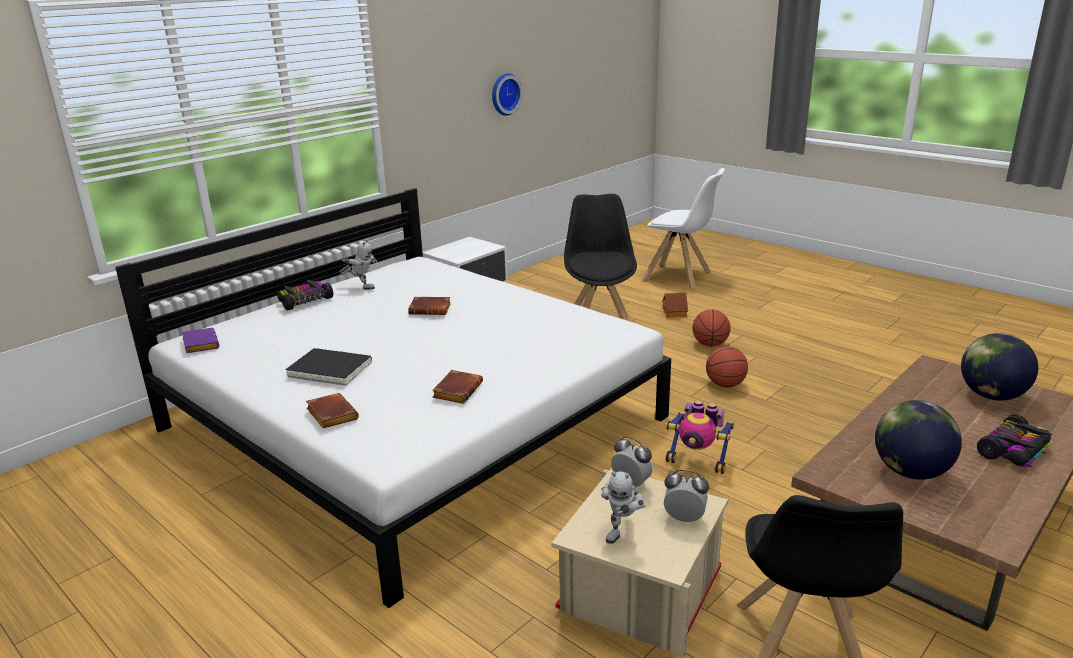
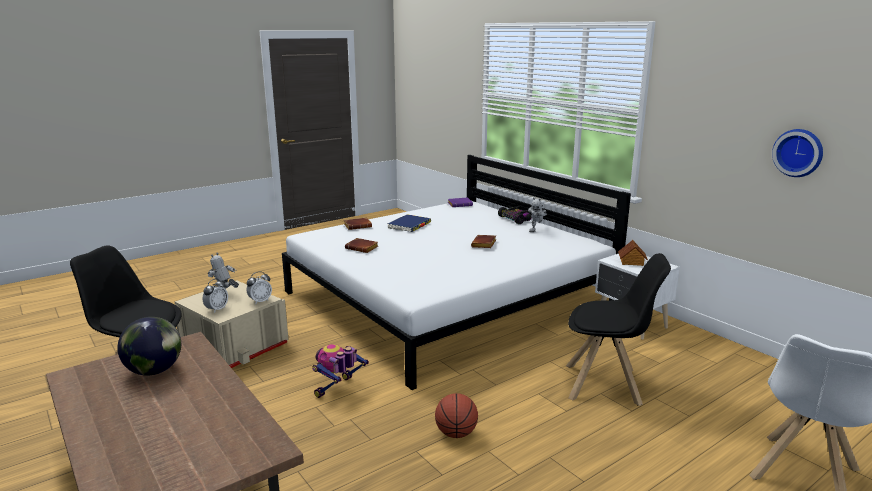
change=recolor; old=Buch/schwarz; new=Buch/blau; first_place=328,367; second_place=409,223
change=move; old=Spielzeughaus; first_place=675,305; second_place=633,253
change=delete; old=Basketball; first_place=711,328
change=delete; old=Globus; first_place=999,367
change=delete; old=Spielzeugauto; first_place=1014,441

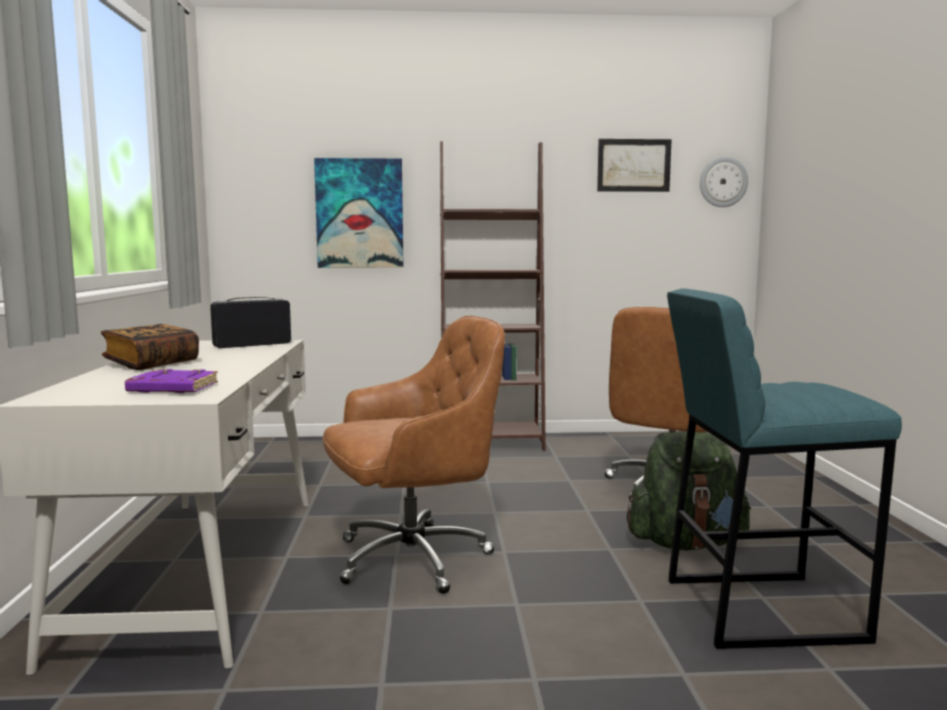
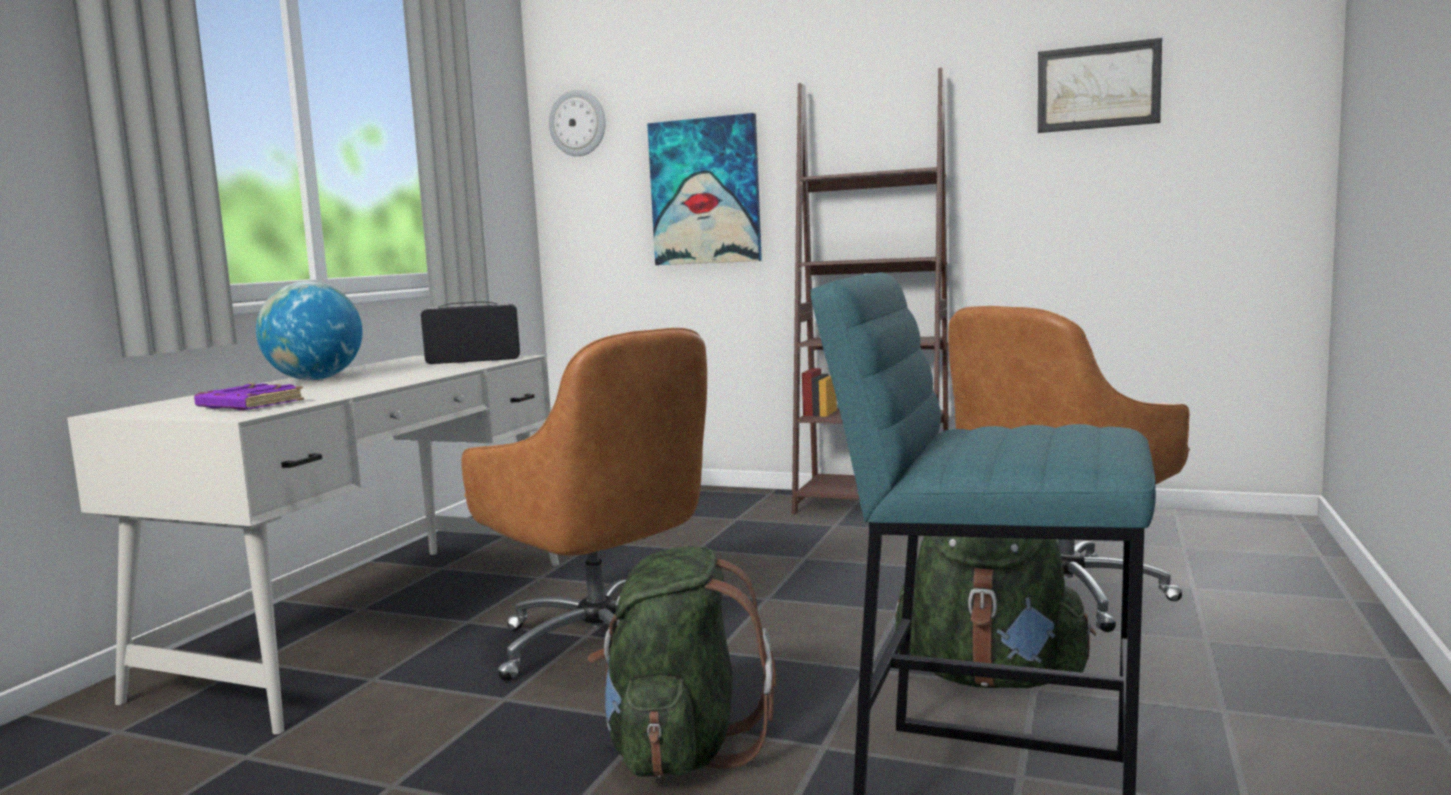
change=replace; old=Buch; new=Globus; first_place=150,347; second_place=309,330
change=rotate; old=Bürostuhl/braun; first_place=414,455; second_place=584,504; degrees=45
change=move; old=Wanduhr; first_place=724,182; second_place=577,123
change=insert; new=Rucksack/grün; second_place=682,661

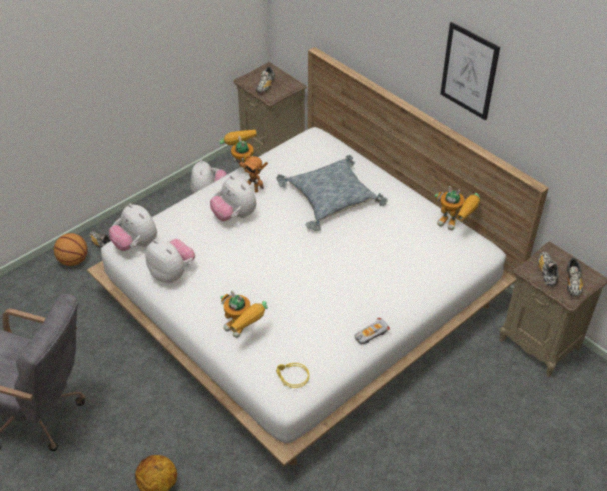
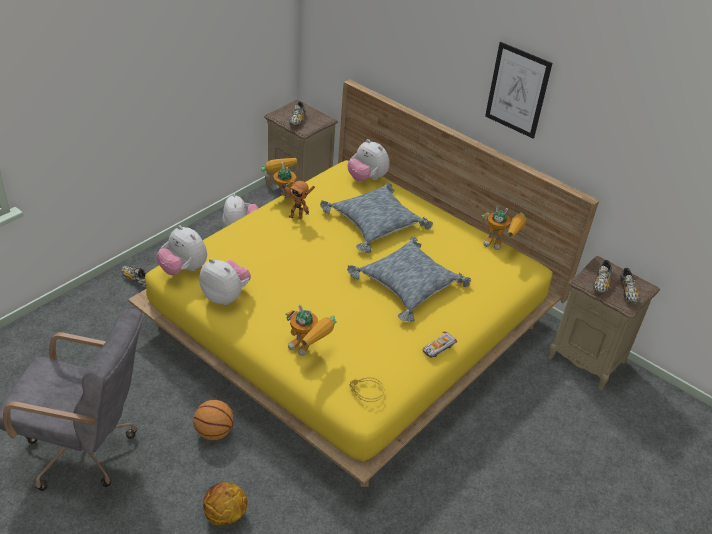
change=recolor; old=Bett/weiß; new=Bett/gelb; first_place=317,256; second_place=363,283
change=move; old=Basketball; first_place=71,249; second_place=213,420
change=move; old=Plüschtier; first_place=233,198; second_place=368,160
change=insert; new=Kissen; second_place=409,279
change=rotate; old=Schuh; first_place=548,269; second_place=602,276; degrees=-150

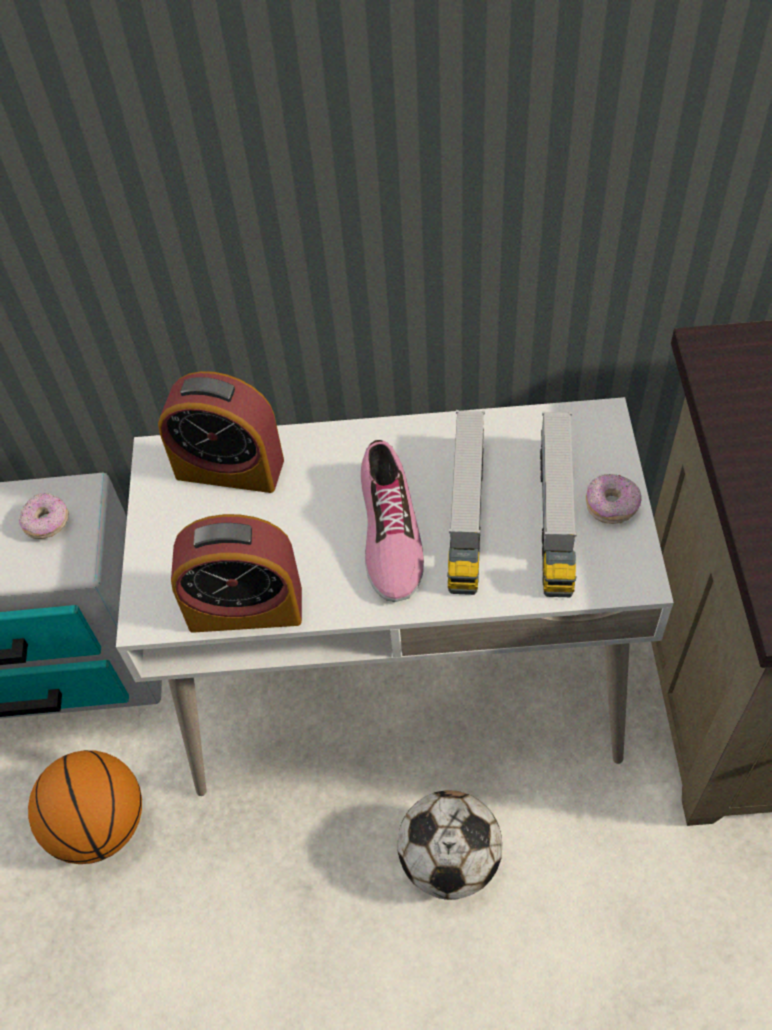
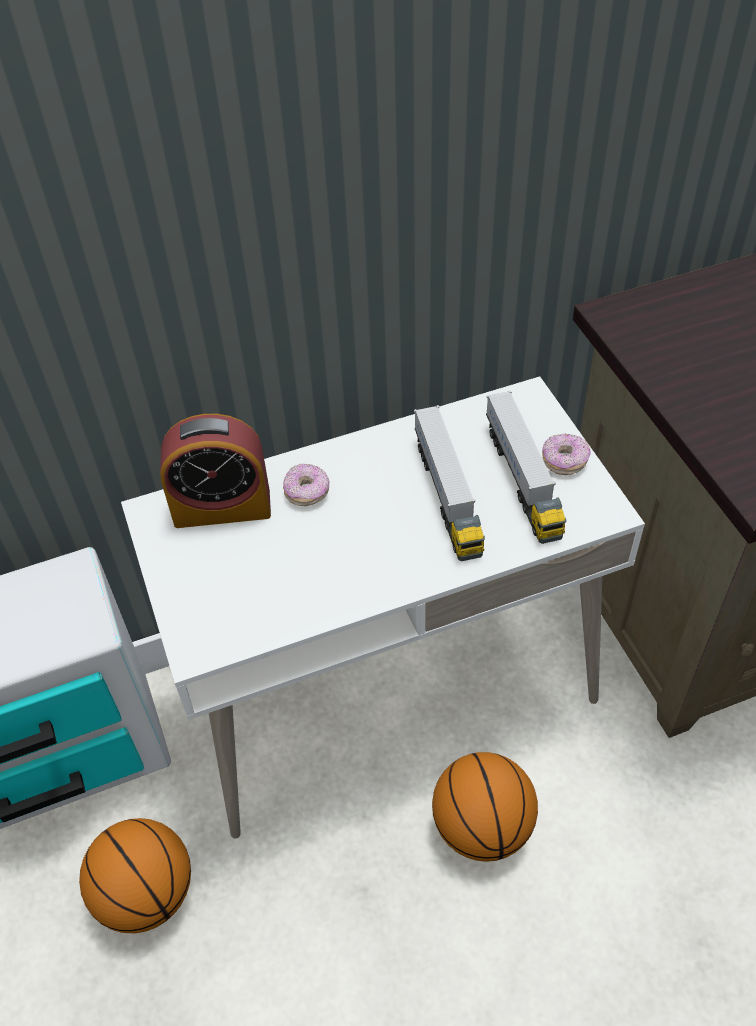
change=move; old=Donut; first_place=44,516; second_place=306,484
change=replace; old=Fußball; new=Basketball; first_place=450,845; second_place=485,807
change=delete; old=Wecker; first_place=236,573
change=delete; old=Schuh; first_place=392,521

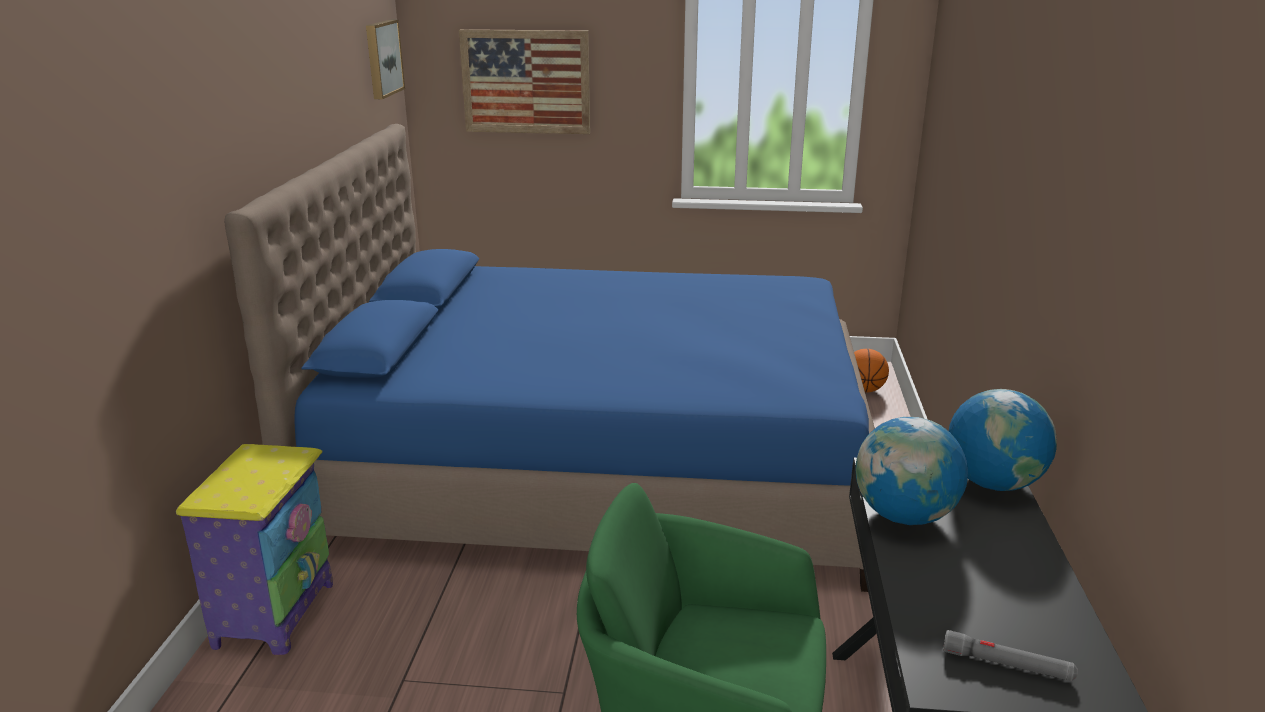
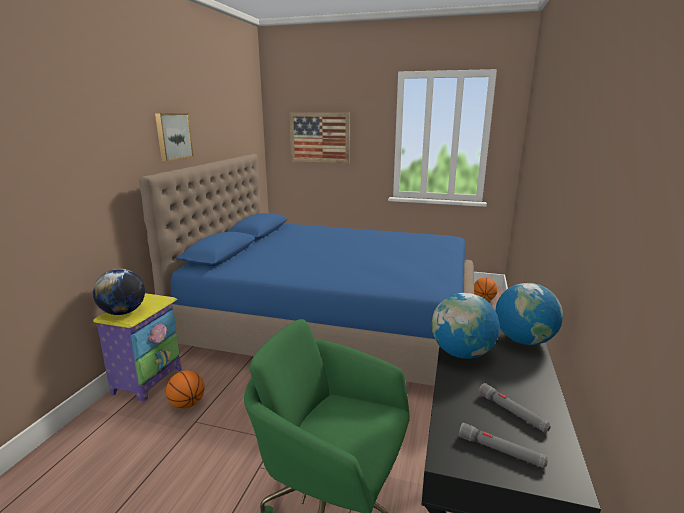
change=insert; new=Globus; second_place=119,292
change=move; old=Bild; first_place=385,59; second_place=174,137
change=insert; new=Basketball; second_place=185,390
change=insert; new=Taschenlampe/grau; second_place=515,407

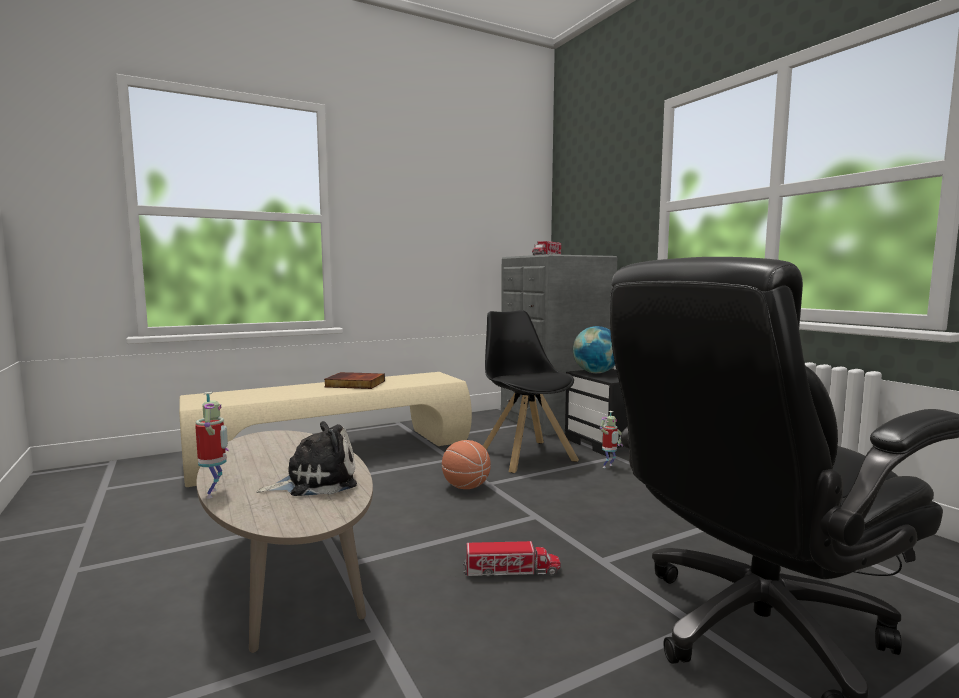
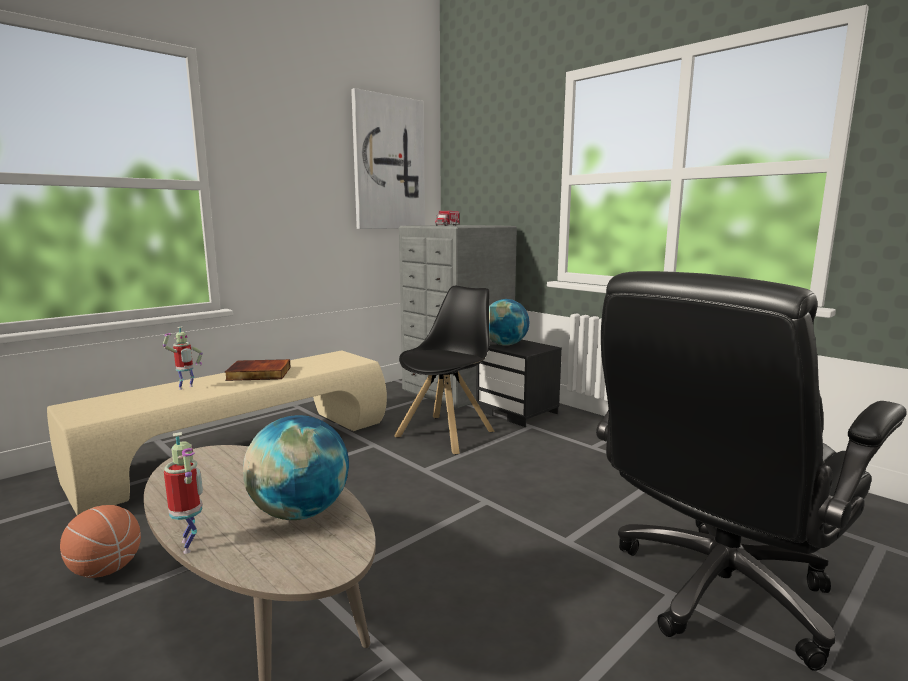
change=move; old=Basketball; first_place=466,464; second_place=100,541
change=move; old=Spielzeugroboter; first_place=611,439; second_place=183,358
change=replace; old=Plüschtier; new=Globus; first_place=306,458; second_place=296,467
change=insert; new=Bild; second_place=388,158
change=rotate; old=Stuhl/schwarz; first_place=531,391; second_place=444,370; degrees=75
change=delete; old=Spielzeuglaster; first_place=512,559

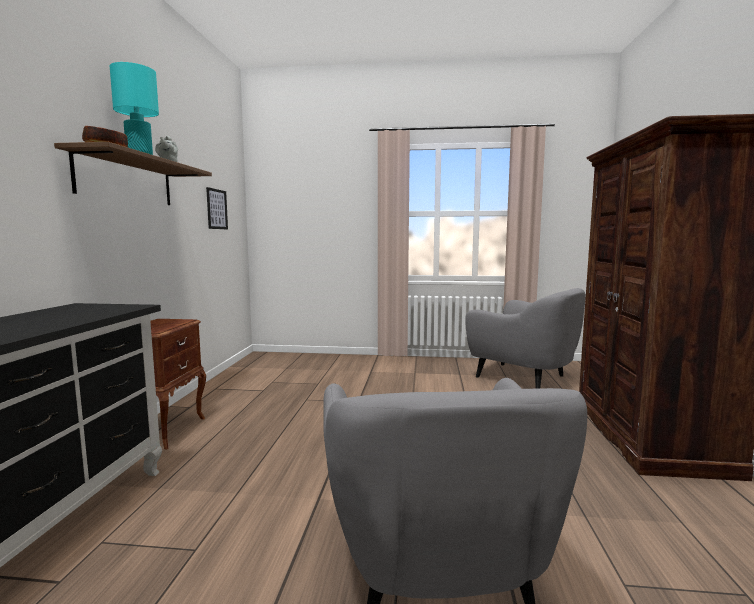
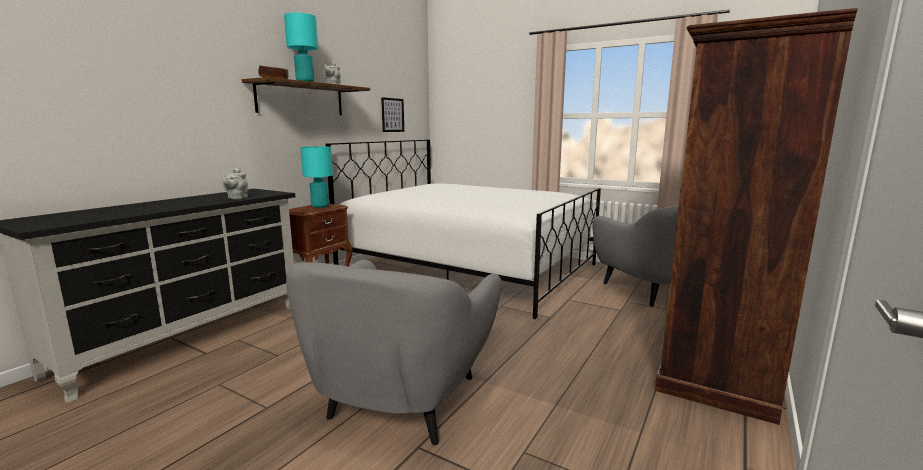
change=insert; new=Teekanne/grau; second_place=235,183
change=insert; new=Tischlampe/türkis; second_place=317,177
change=insert; new=Bett/weiß; second_place=463,229

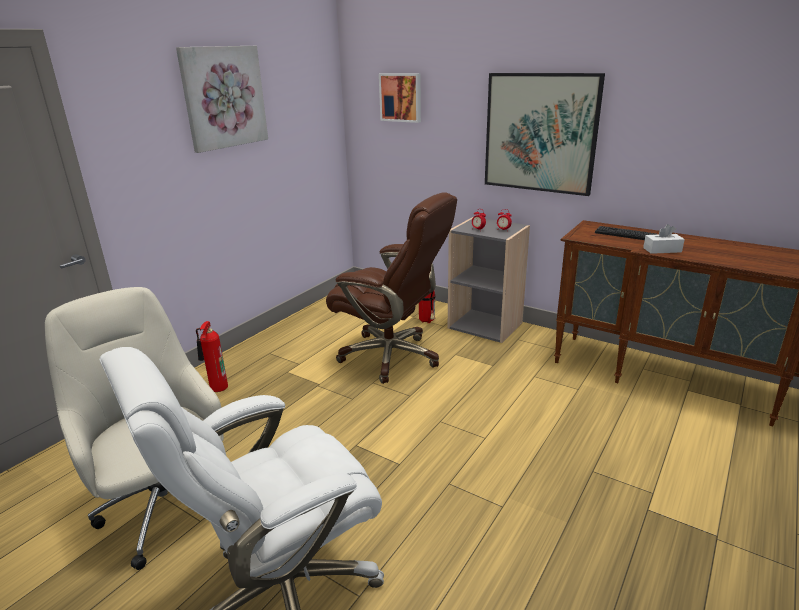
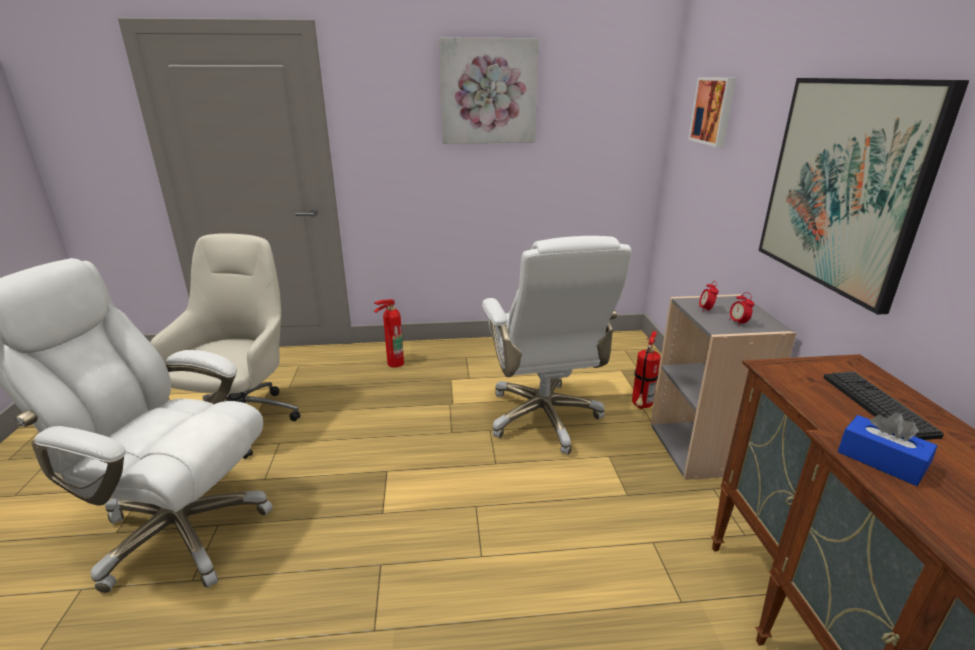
change=recolor; old=Bürostuhl/braun; new=Bürostuhl/weiß; first_place=391,288; second_place=557,345
change=recolor; old=Taschentuchbox/weiß; new=Taschentuchbox/blau; first_place=664,239; second_place=887,449

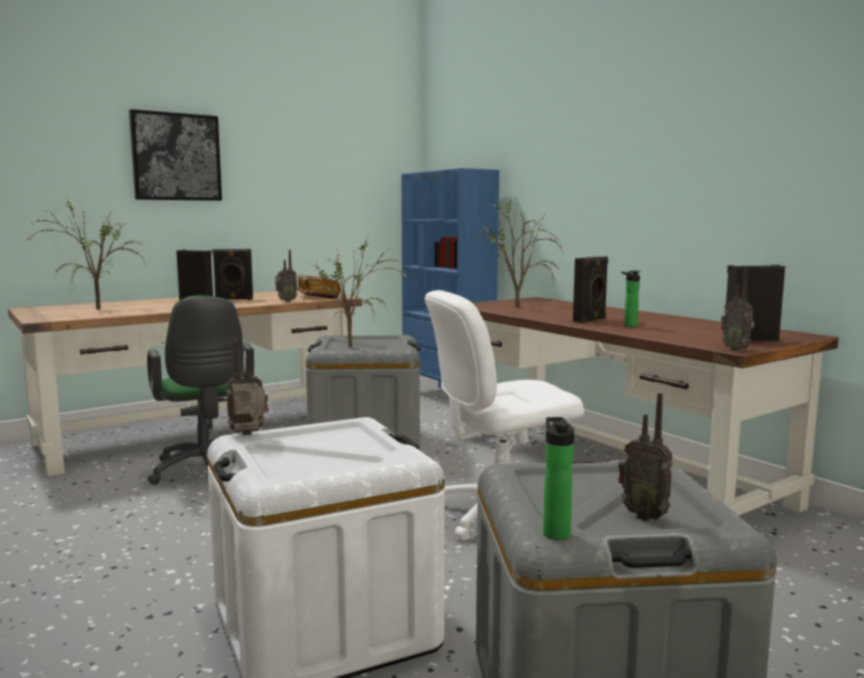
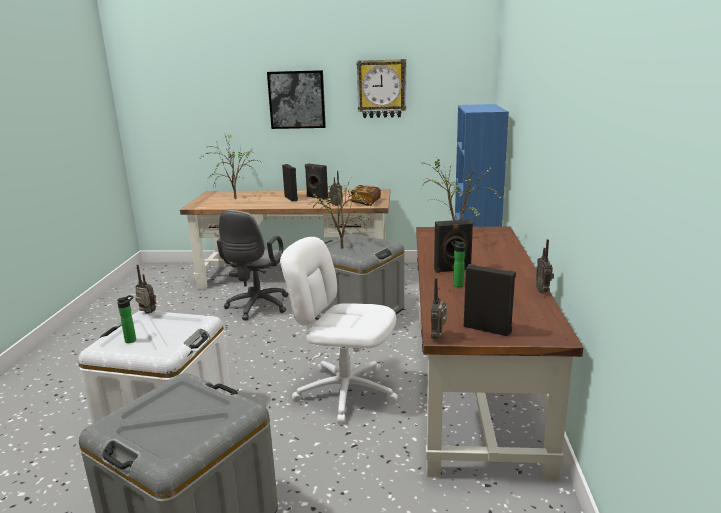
change=move; old=Flasche; first_place=558,478; second_place=126,319
change=recolor; old=Bürostuhl/grün; new=Bürostuhl/grau; first_place=200,390; second_place=252,265
change=insert; new=Wanduhr; second_place=381,88
change=move; old=Radio; first_place=645,457; second_place=545,266

